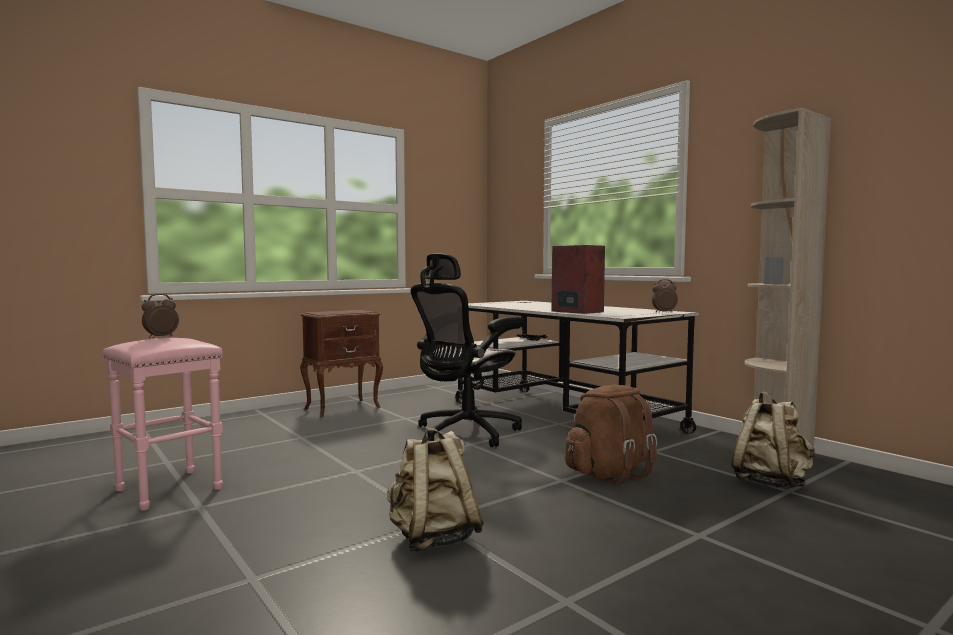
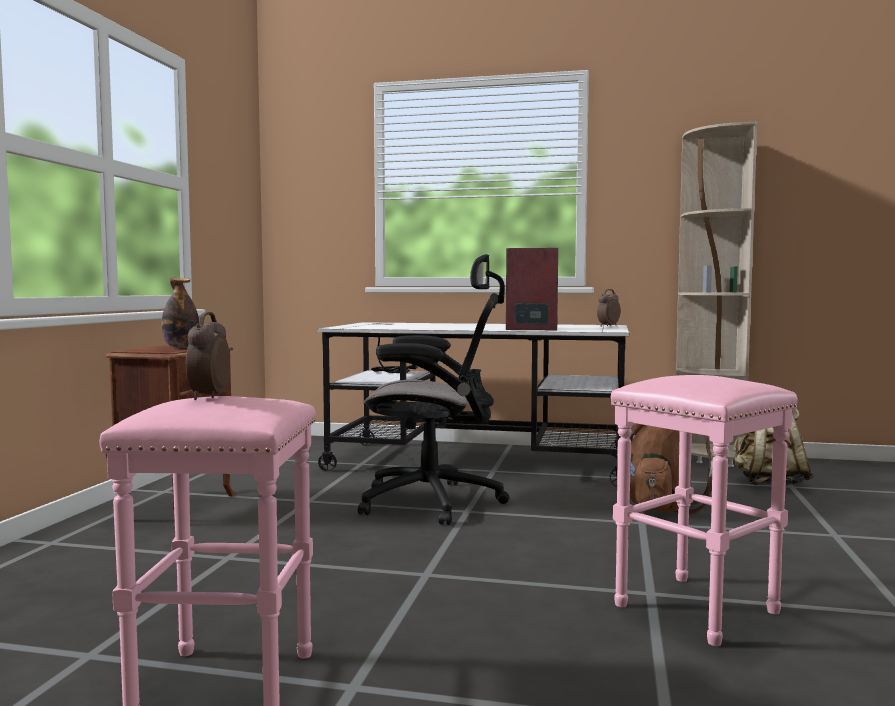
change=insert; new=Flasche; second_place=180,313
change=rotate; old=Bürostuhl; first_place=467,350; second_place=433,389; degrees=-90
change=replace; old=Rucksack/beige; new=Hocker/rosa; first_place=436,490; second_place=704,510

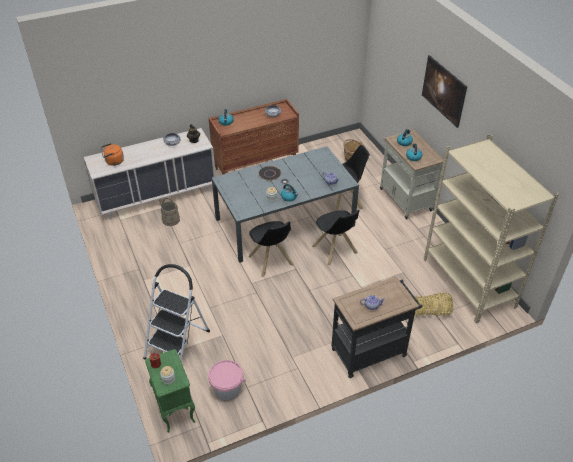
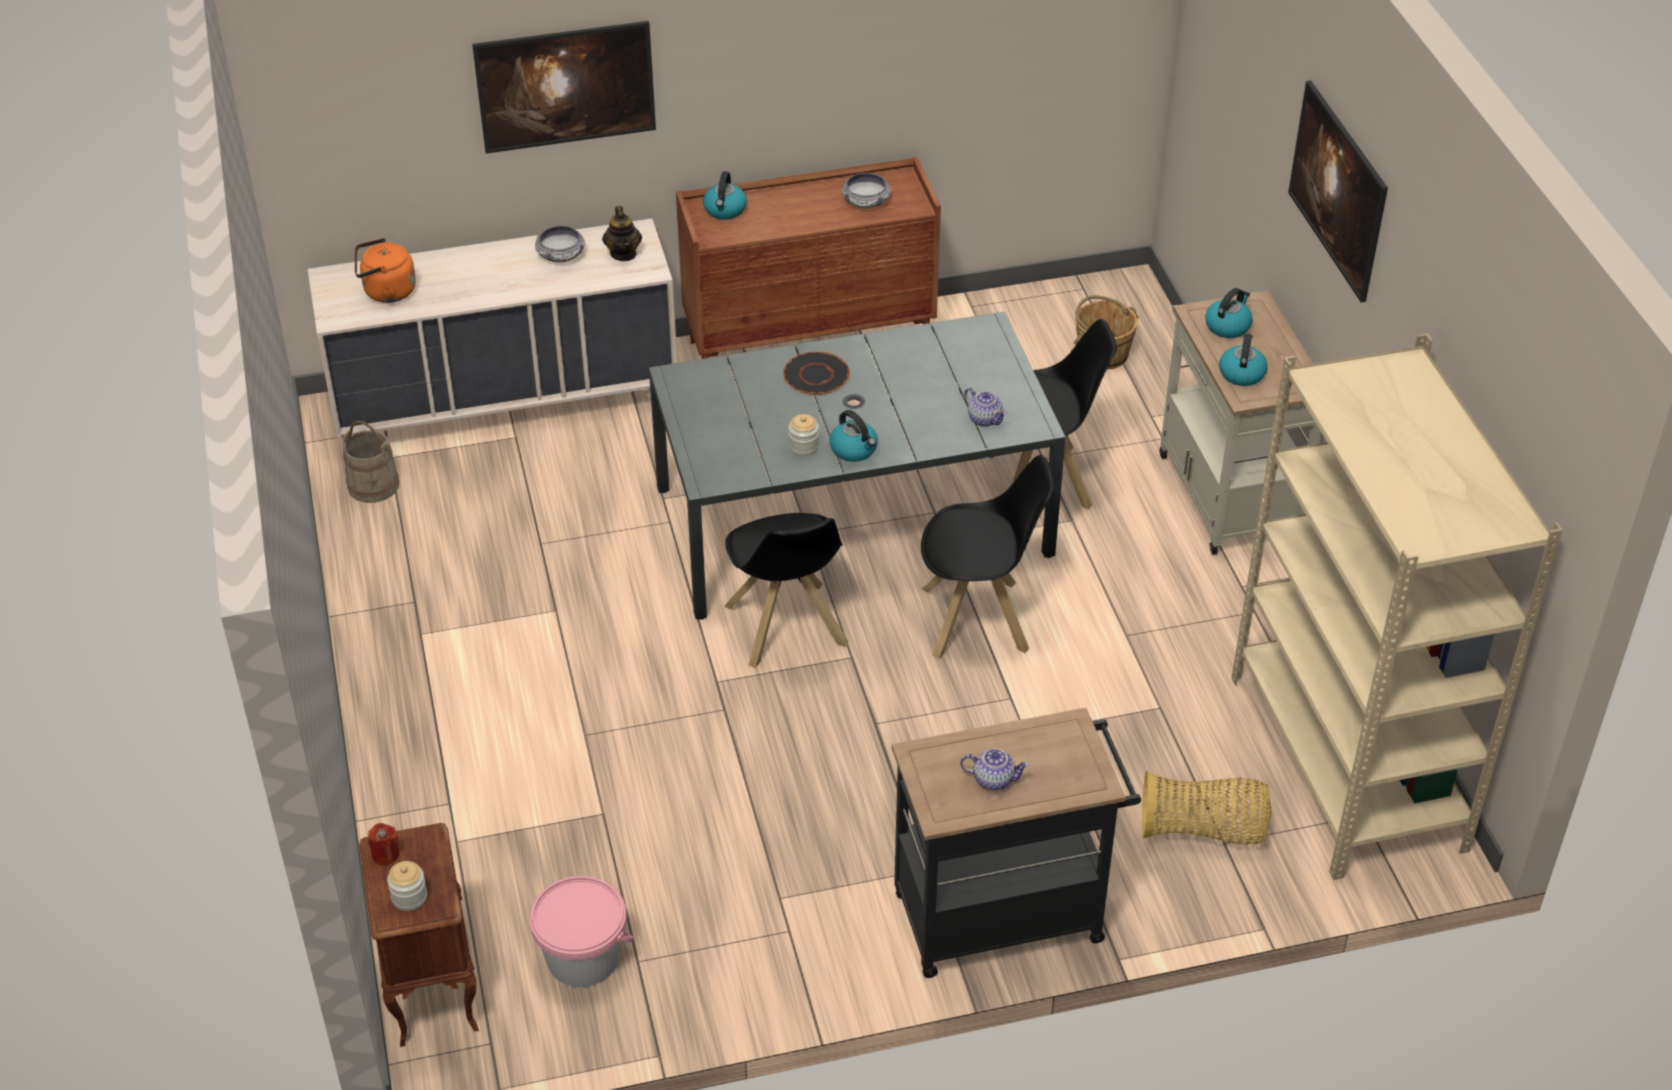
change=move; old=Eimer/beige; first_place=170,212; second_place=370,462
change=recolor; old=Nachttisch/grün; new=Nachttisch/braun; first_place=170,391; second_place=419,935
change=insert; new=Bild; second_place=564,87
change=rotate; old=Stuhl/schwarz; first_place=336,237; second_place=988,557; degrees=-75
change=delete; old=Trittleiter; first_place=176,313

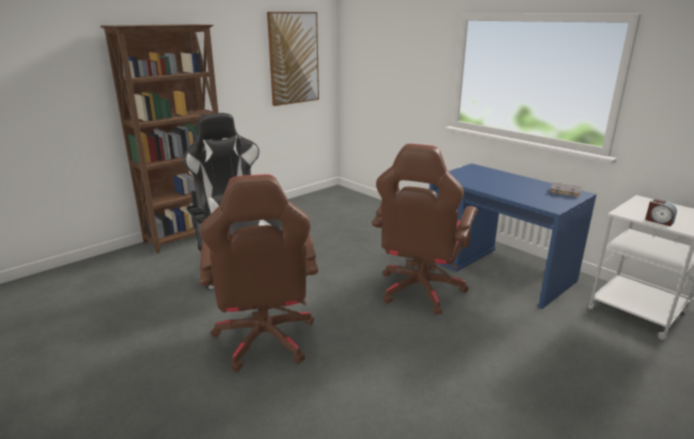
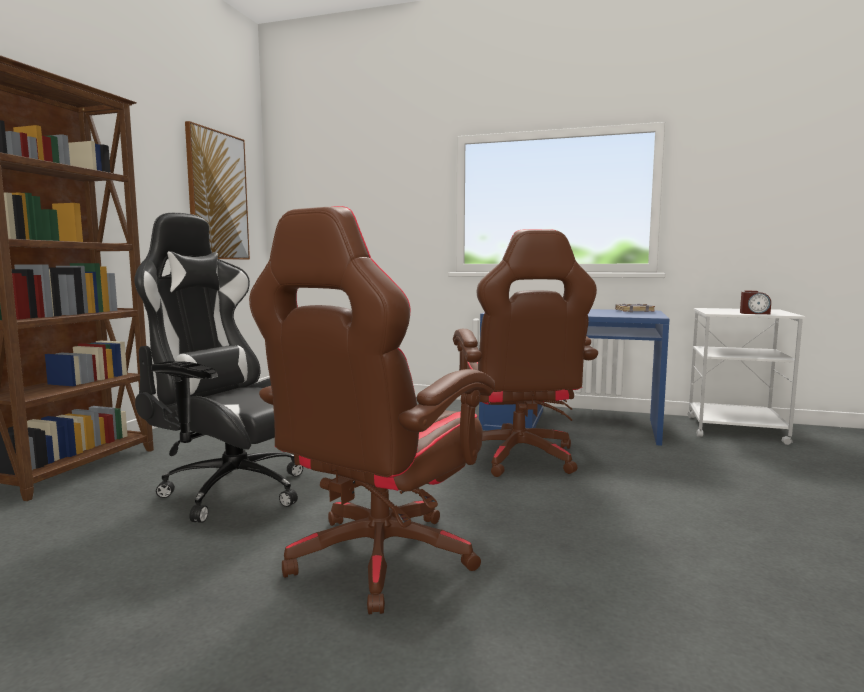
change=rotate; old=Bürostuhl/braun; first_place=259,273; second_place=372,410; degrees=75

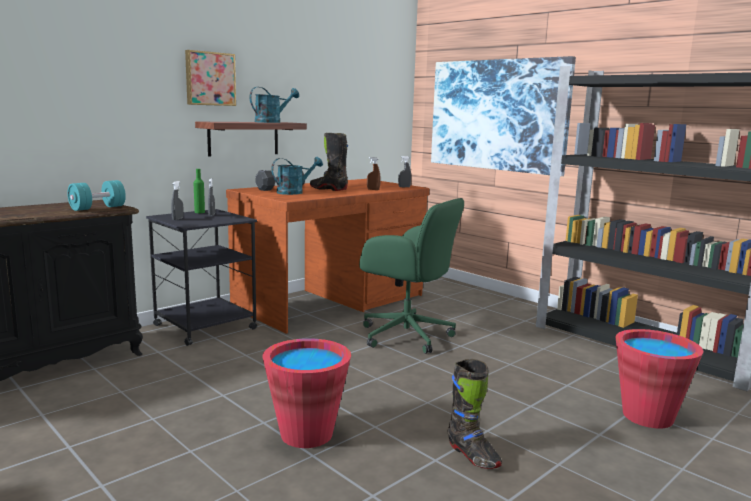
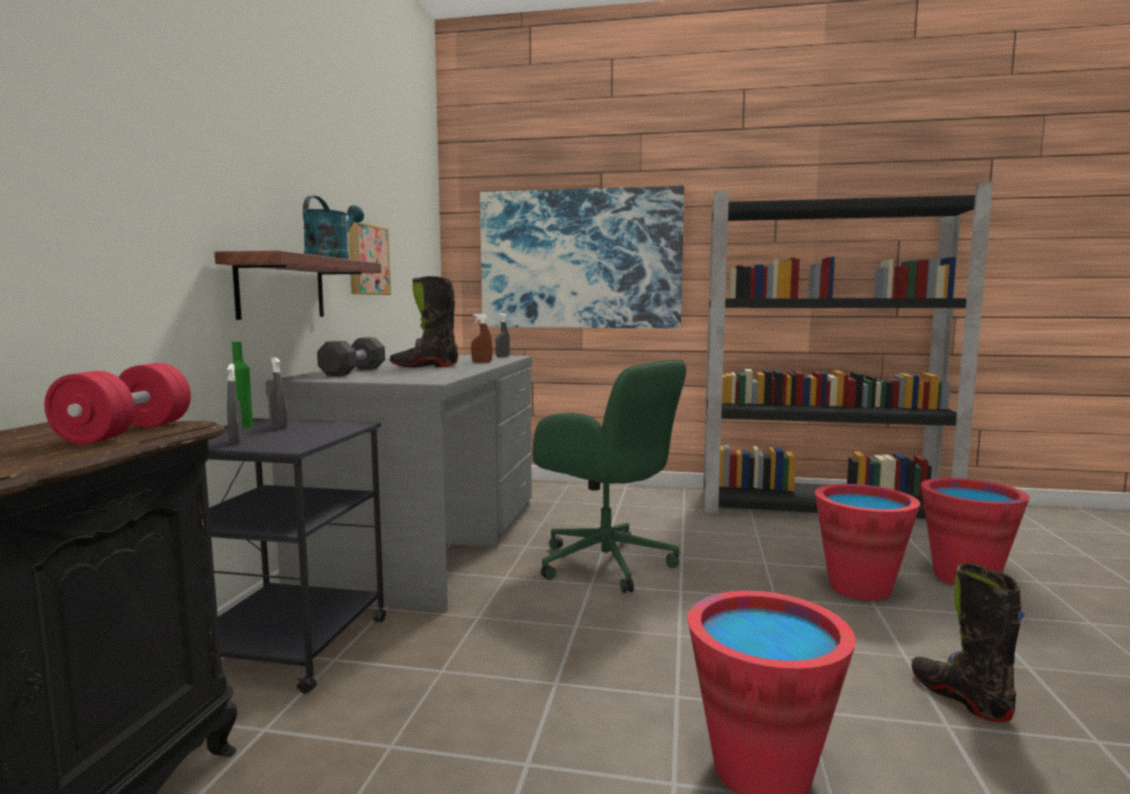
change=recolor; old=Hantel/türkis; new=Hantel/rot; first_place=96,195; second_place=117,404
change=recolor; old=Schreibtisch/braun; new=Schreibtisch/grau; first_place=327,256; second_place=398,483
change=move; old=Bild; first_place=210,78; second_place=370,258
change=rotate; old=Bürostuhl/grün; first_place=411,276; second_place=609,476; degrees=45
change=insert; new=Eimer/rot; second_place=867,542
change=rotate; old=Stiefel/schwarz; first_place=475,414; second_place=967,642; degrees=-135
change=delete; old=Gießkanne/türkis; first_place=297,176

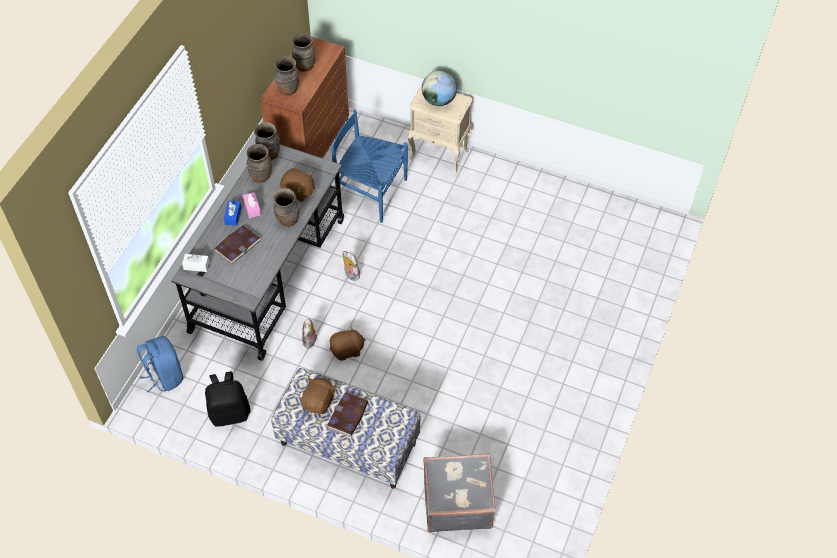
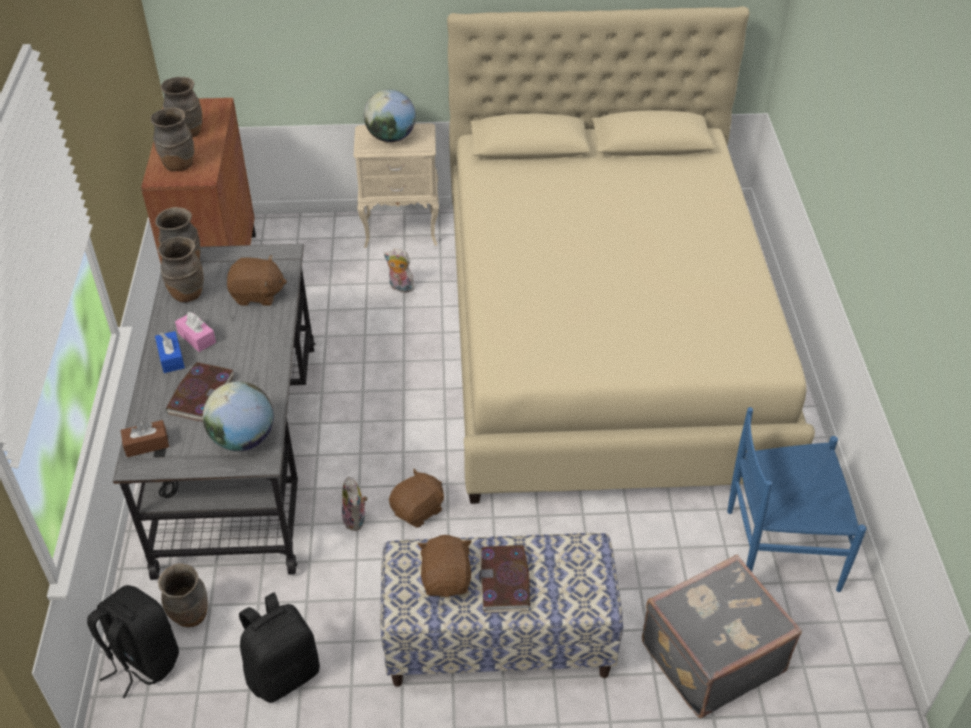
change=recolor; old=Rucksack/blau; new=Rucksack/schwarz; first_place=160,364; second_place=133,641
change=recolor; old=Taschentuchbox/weiß; new=Taschentuchbox/braun; first_place=196,263; second_place=145,438
change=move; old=Vase/braun; first_place=286,207; second_place=183,595
change=insert; new=Globus; second_place=238,416
change=move; old=Plüschtier; first_place=352,266; second_place=399,270
change=insert; new=Bett/beige; second_place=631,255
change=move; old=Stuhl/blau; first_place=369,166; second_place=797,499

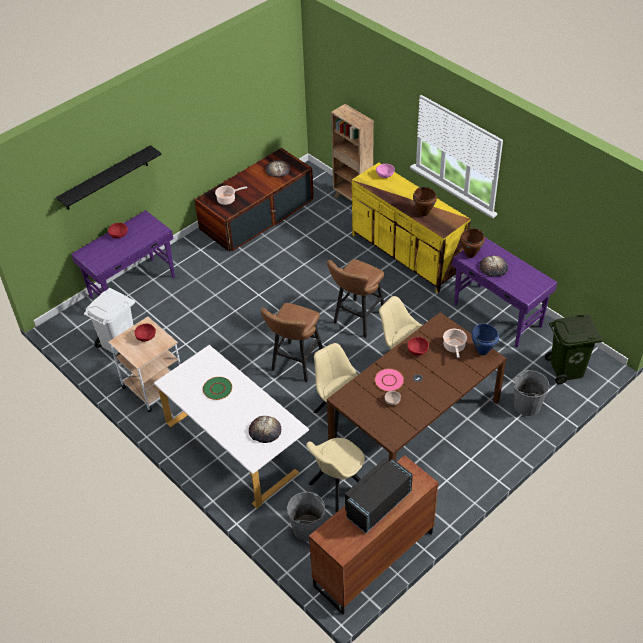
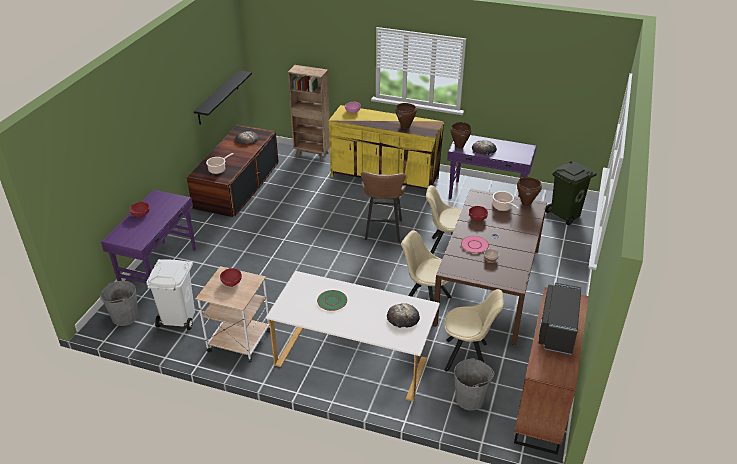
change=move; old=Eimer/grau; first_place=531,393; second_place=119,303
change=move; old=Wandregal/schwarz; first_place=109,177; second_place=223,97
change=rotate; old=Stuhl/beige; first_place=335,475; second_place=474,330; degrees=-105
change=recolor; old=Kochtopf/blau; new=Kochtopf/braun; first_place=485,339; second_place=529,191
change=delete; old=Hocker/braun; first_place=291,342

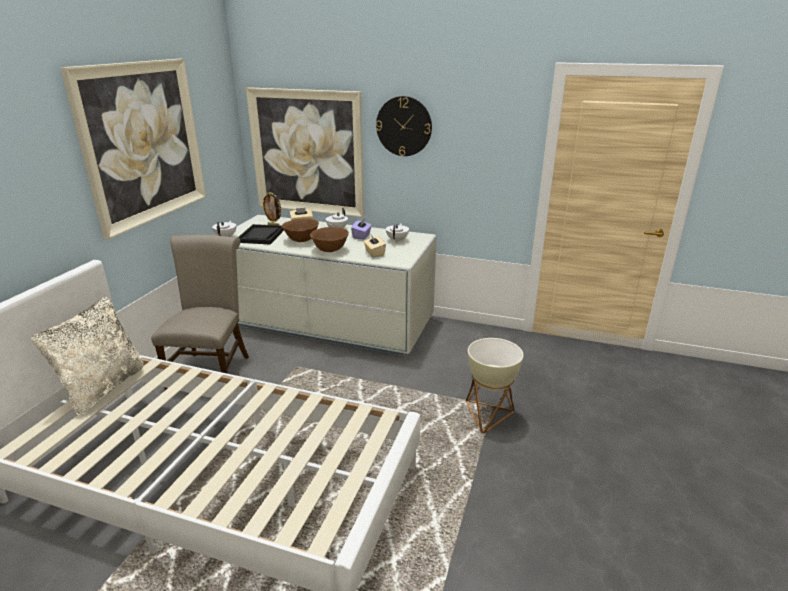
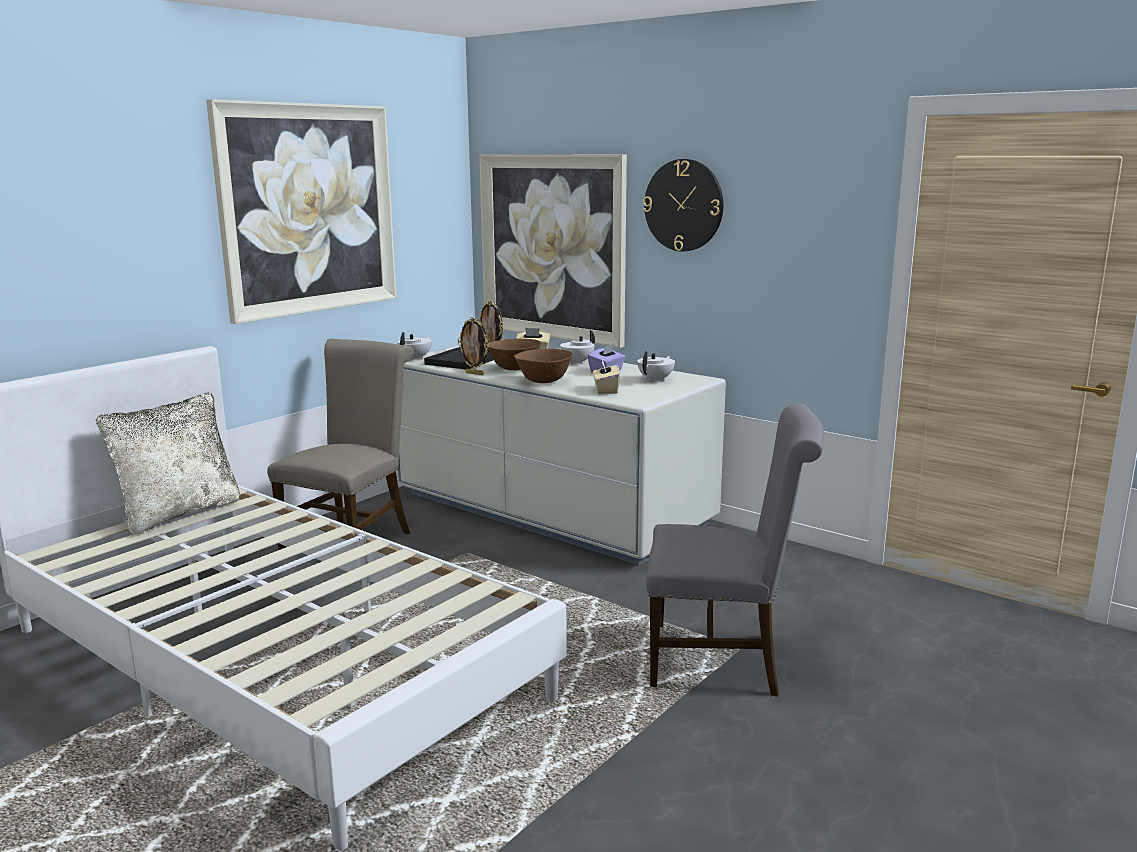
change=insert; new=Bilderrahmen; second_place=473,346
change=replace; old=Pflanzkübel; new=Stuhl/grau; first_place=495,385; second_place=735,550

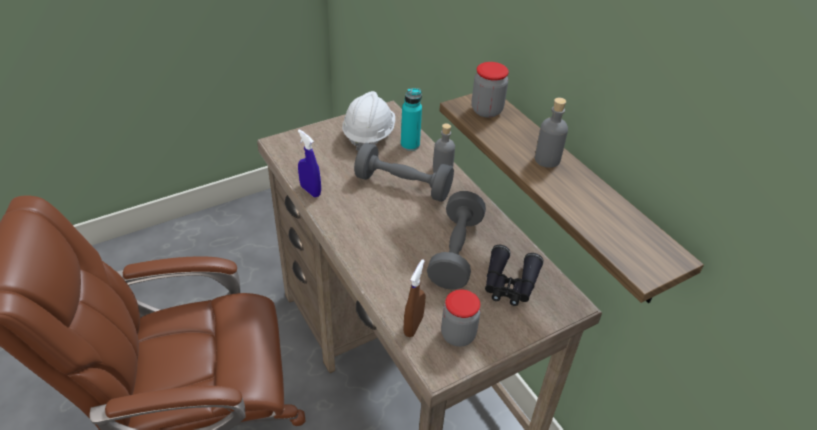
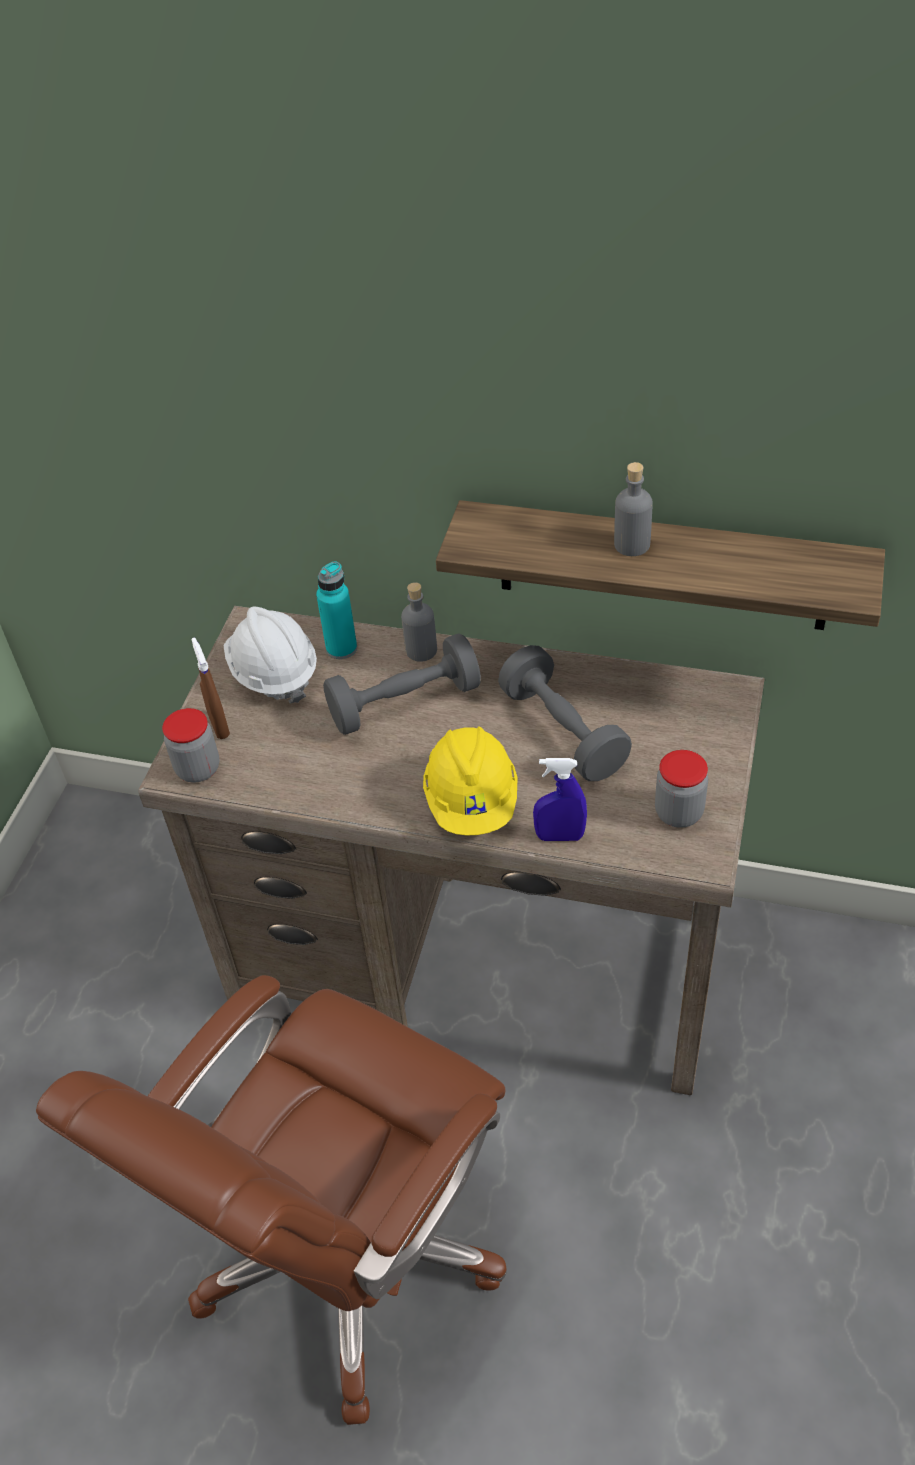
change=move; old=Vorratsglas; first_place=490,90; second_place=190,745
change=move; old=Sprühflasche/braun; first_place=414,298; second_place=210,688
change=insert; new=Schutzhelm/gelb; second_place=470,780
change=move; old=Sprühflasche/blau; first_place=309,163; second_place=560,799
change=delete; old=Fernglas/schwarz; first_place=514,275

